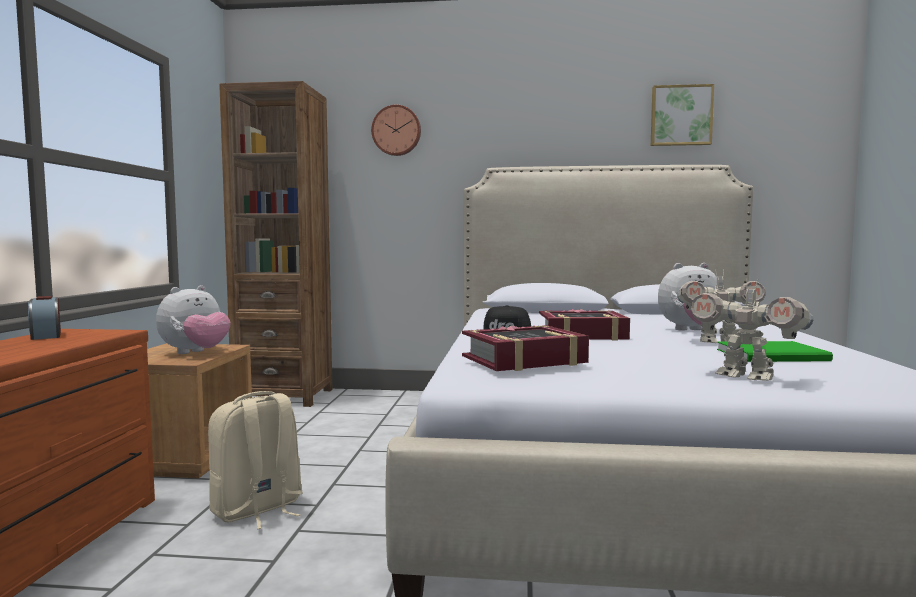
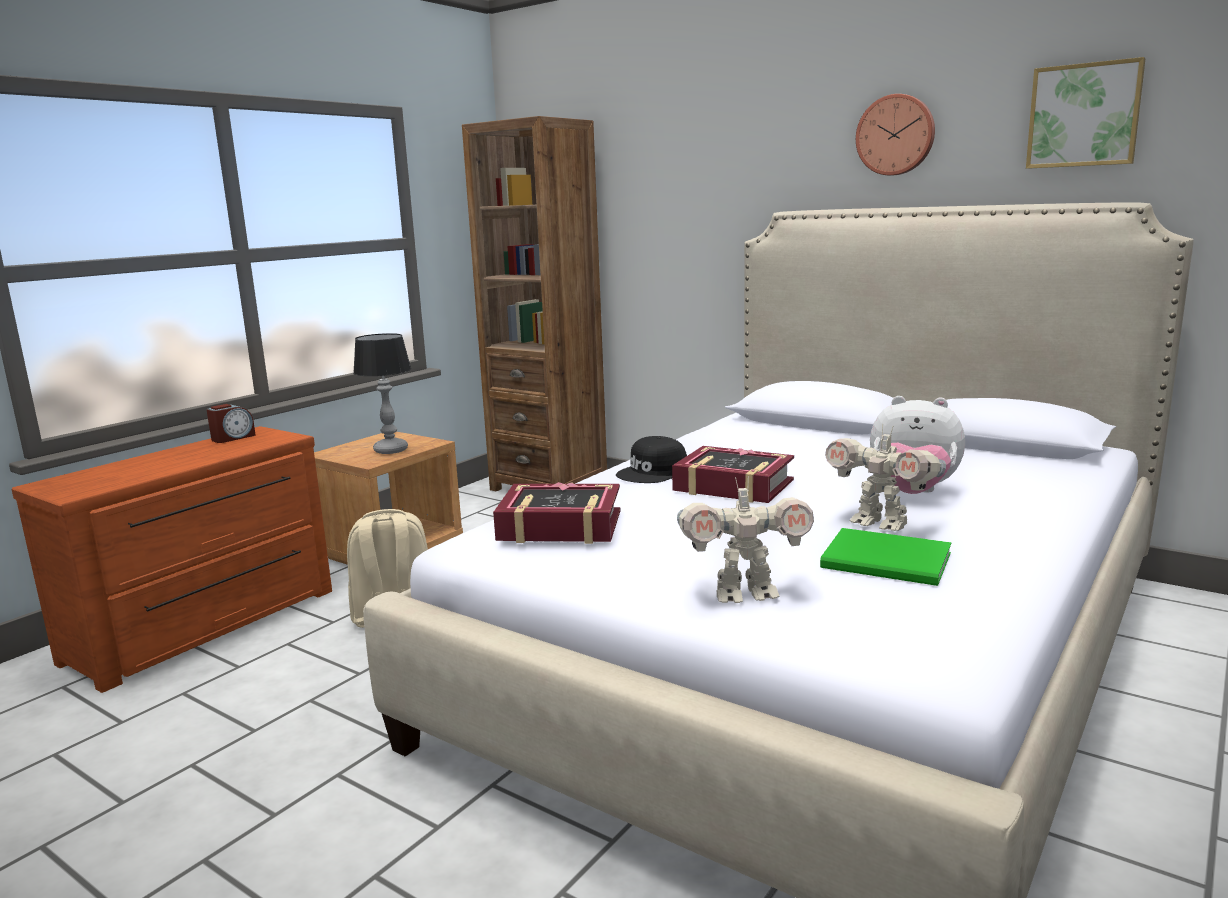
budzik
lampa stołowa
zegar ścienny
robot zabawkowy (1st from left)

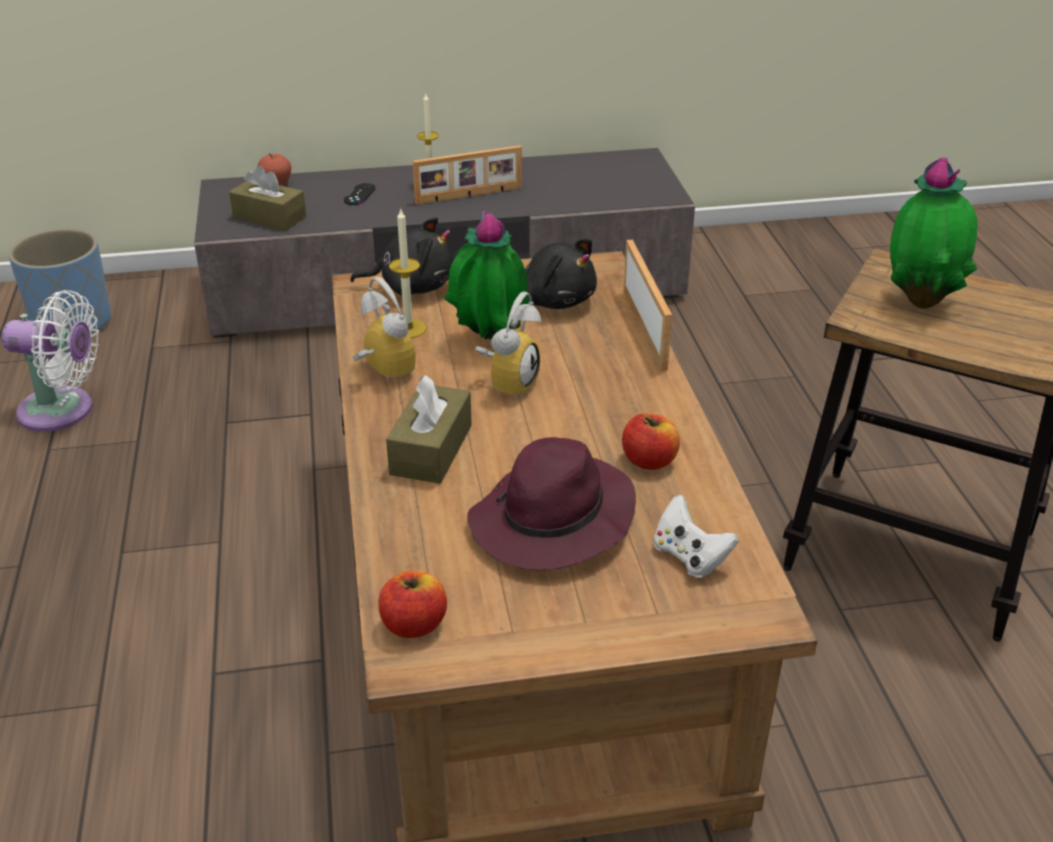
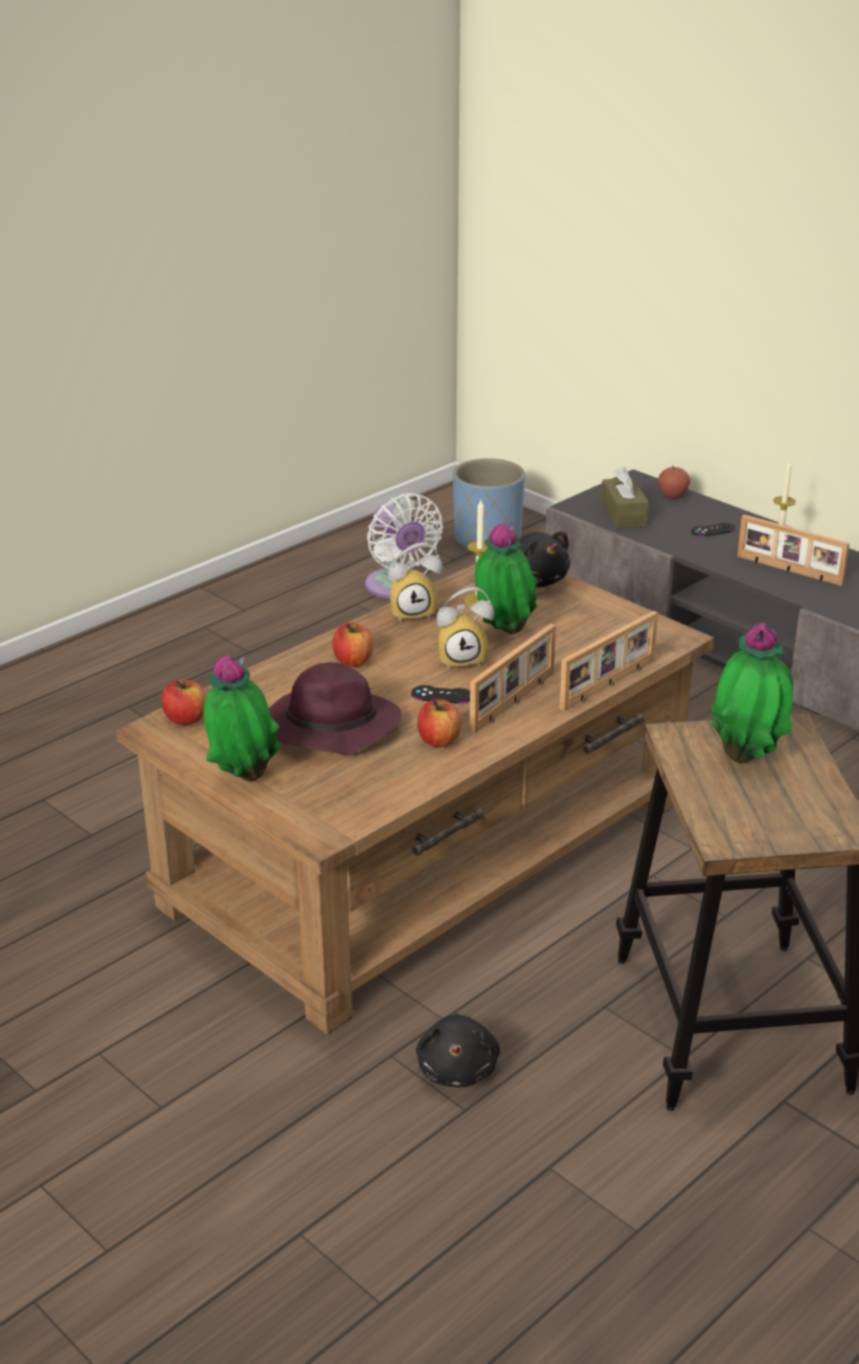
budzik (1st from left)
jabłko (2nd from left)
pluszak/czarny (1st from left)
pad do gier/biały
roślina doniczkowa (1st from left)
pad do gier/czarny (1st from left)
ramka na zdjęcie (1st from left)

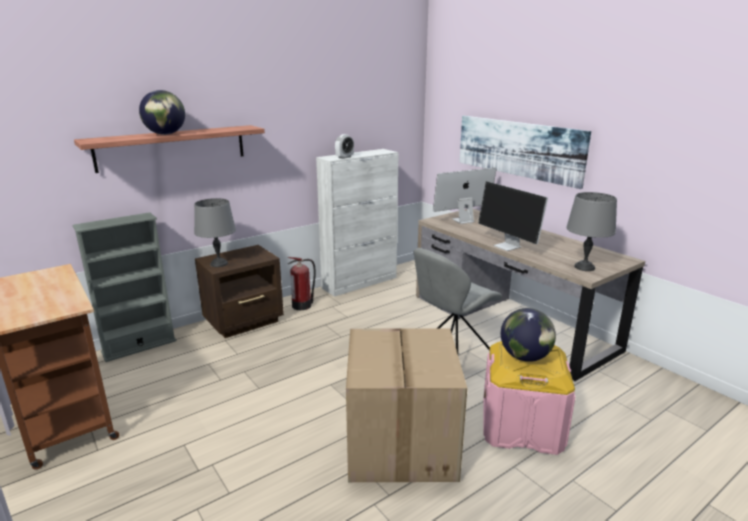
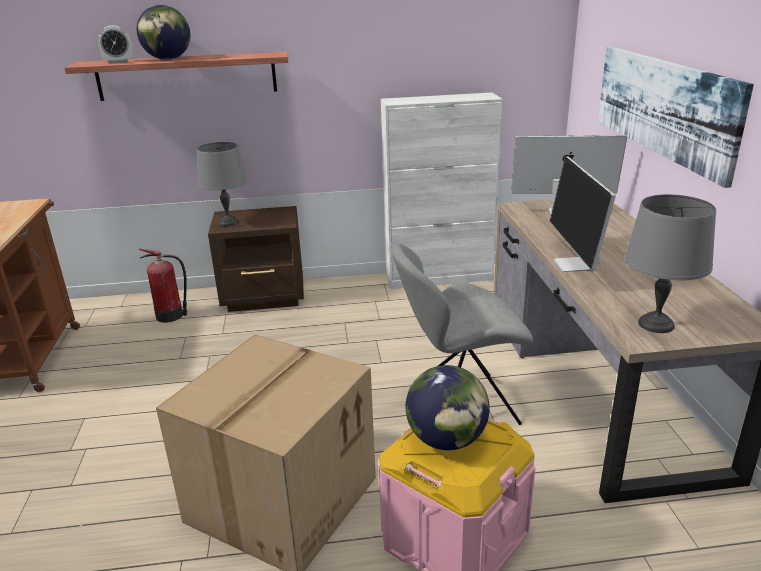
regał/szary
gaśnica
budzik

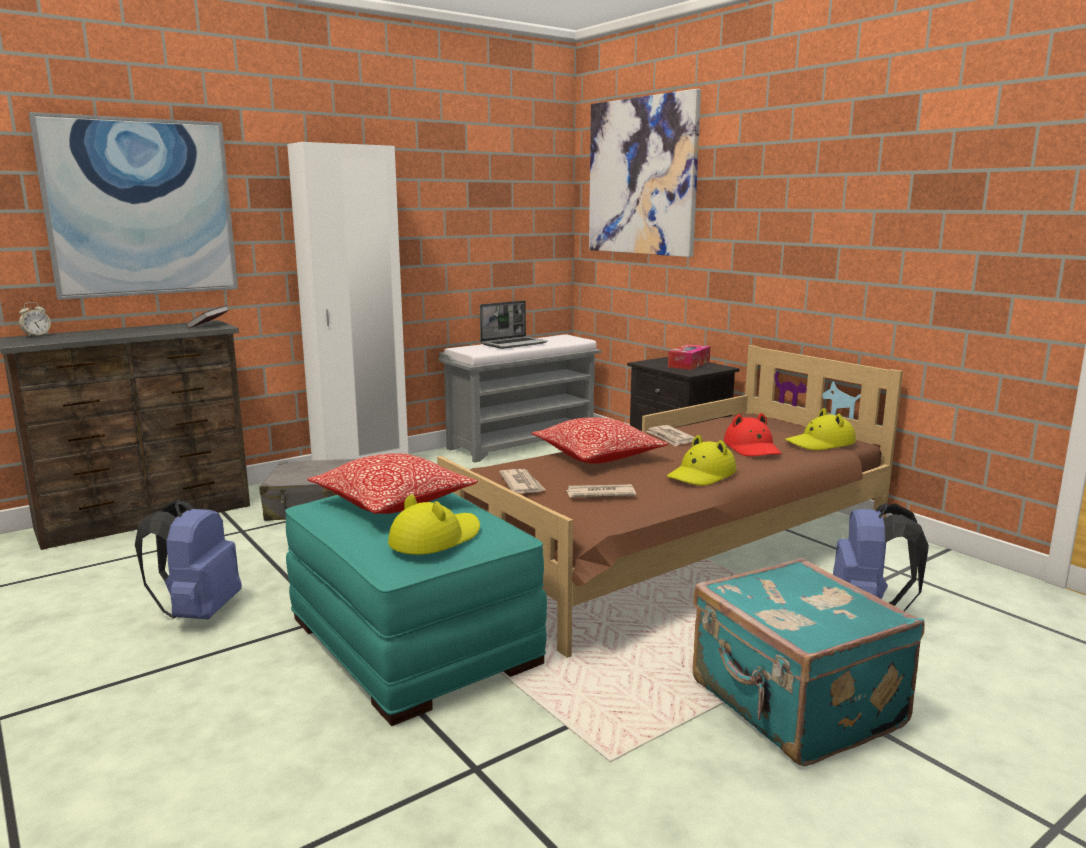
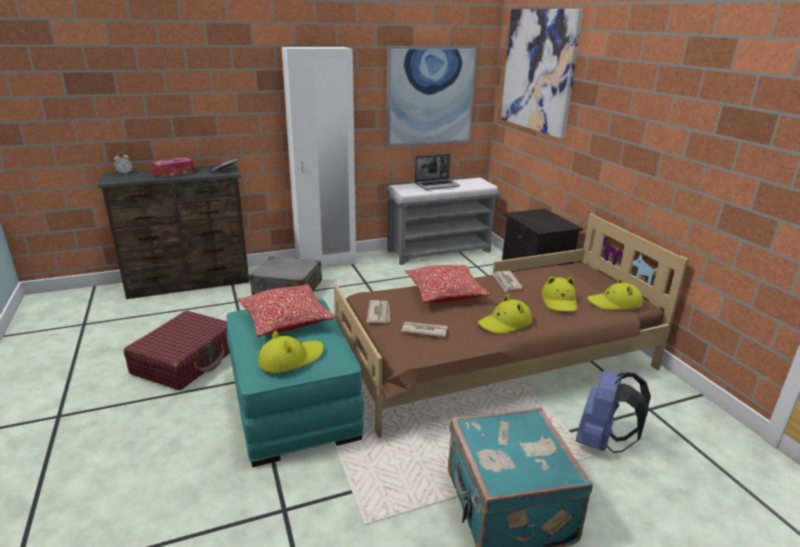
obraz (1st from left)
walizka/czerwony
pudełko chusteczek
kapelusz/żółty (3rd from left)

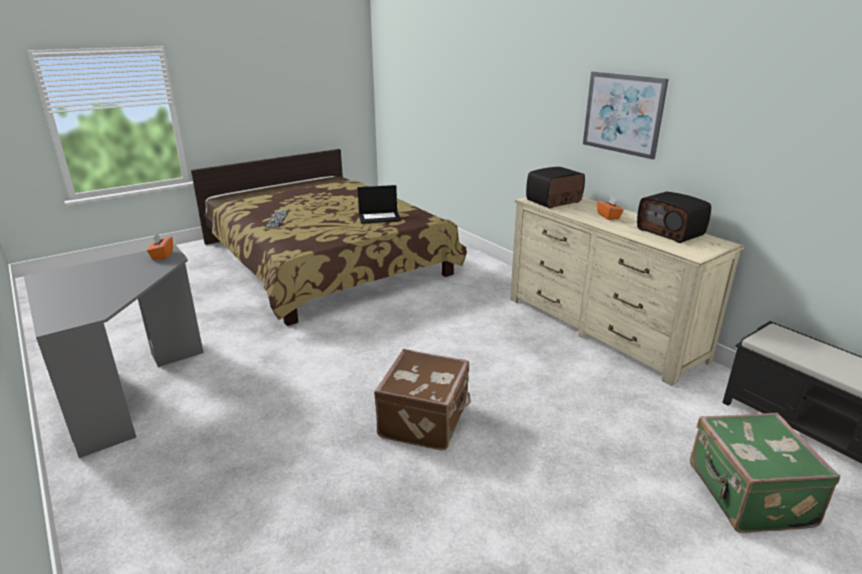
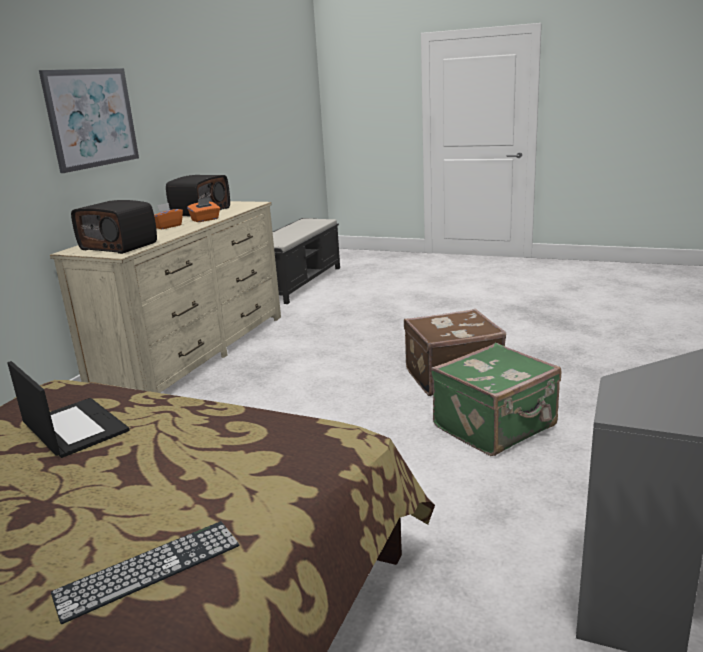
pudełko chusteczek/pomarańczowy (2nd from left)
walizka/zielony

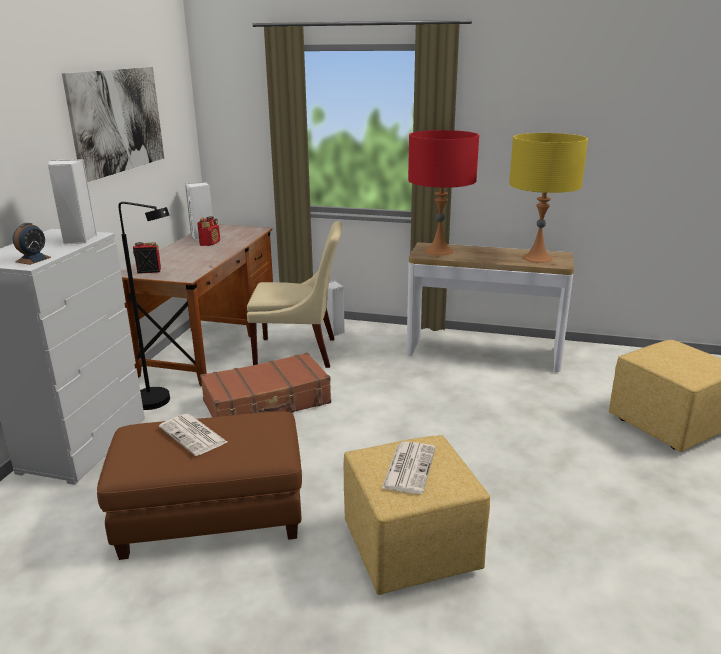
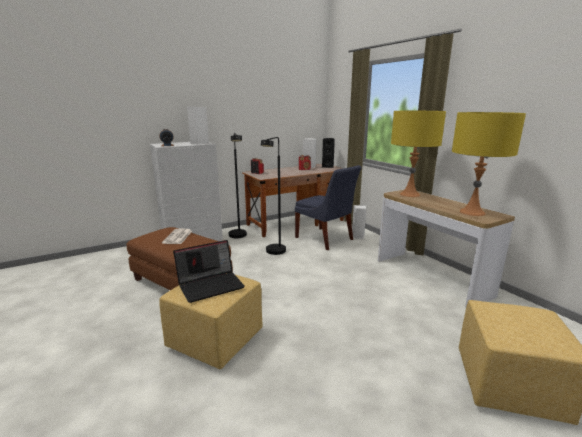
obraz
lampa stojąca/czarny (2nd from left)
krzesło/niebieski
laptop
lampa stołowa/żółty (1st from left)
głośnik/czarny

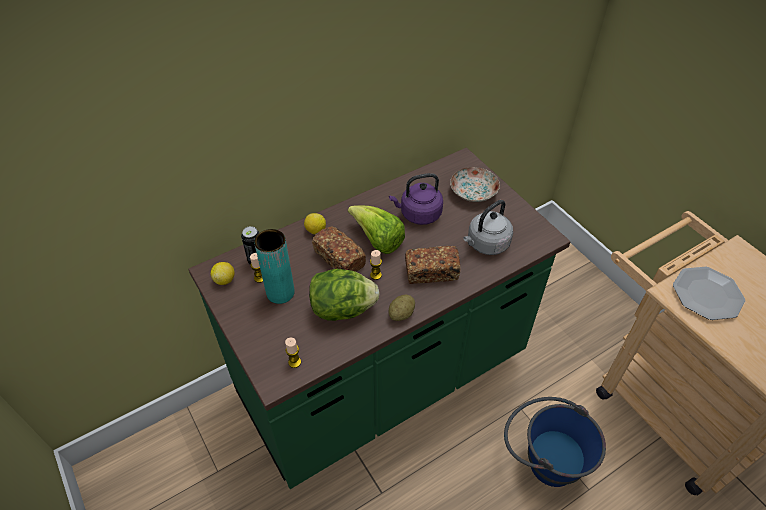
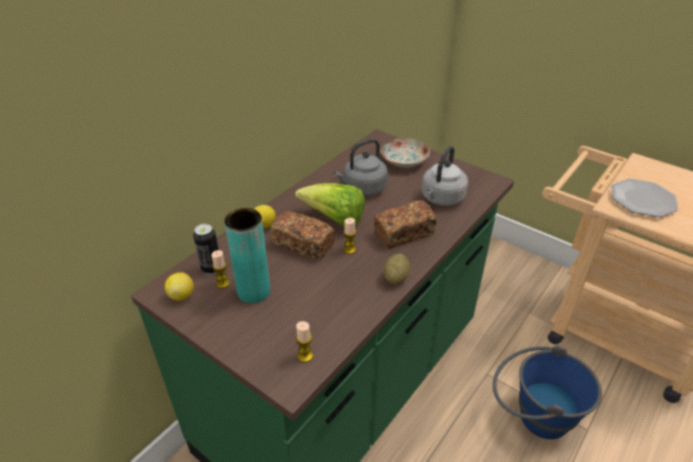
sałata (1st from left in the first image)
czajnik/szary (1st from left)

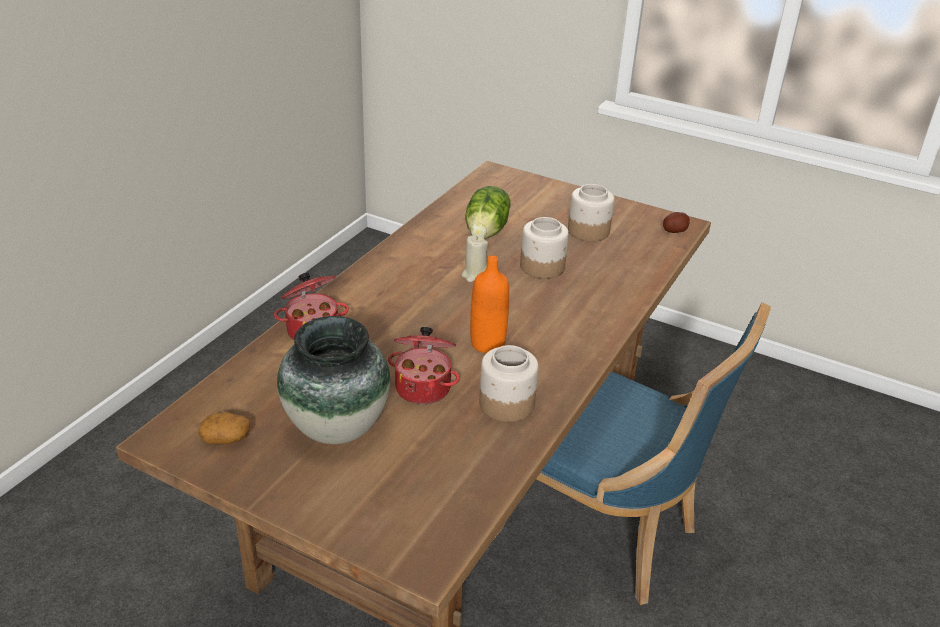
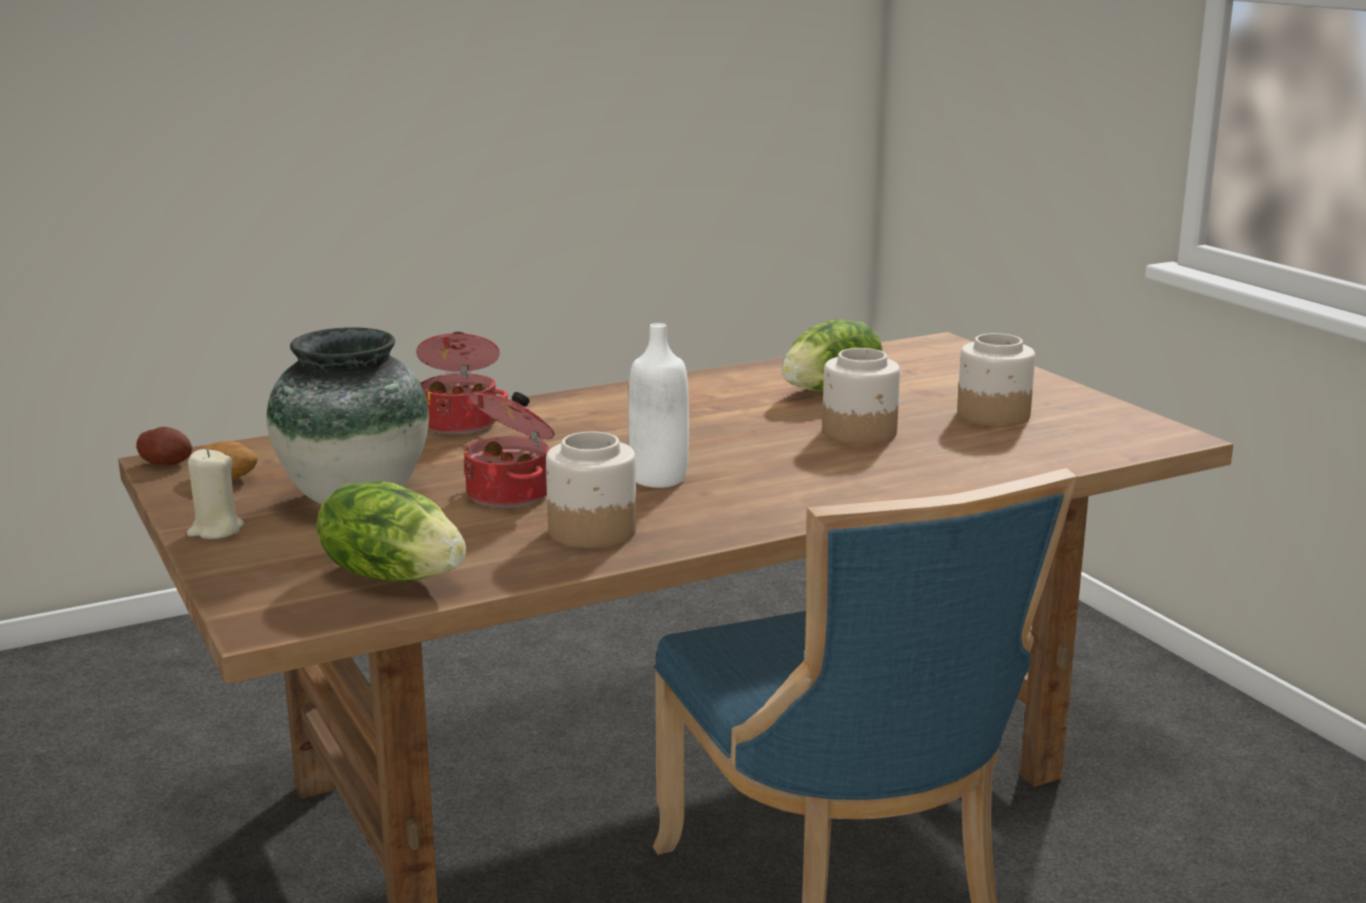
świeca/beżowy
butelka/biały
ziemniak (1st from left)
sałata (1st from left)

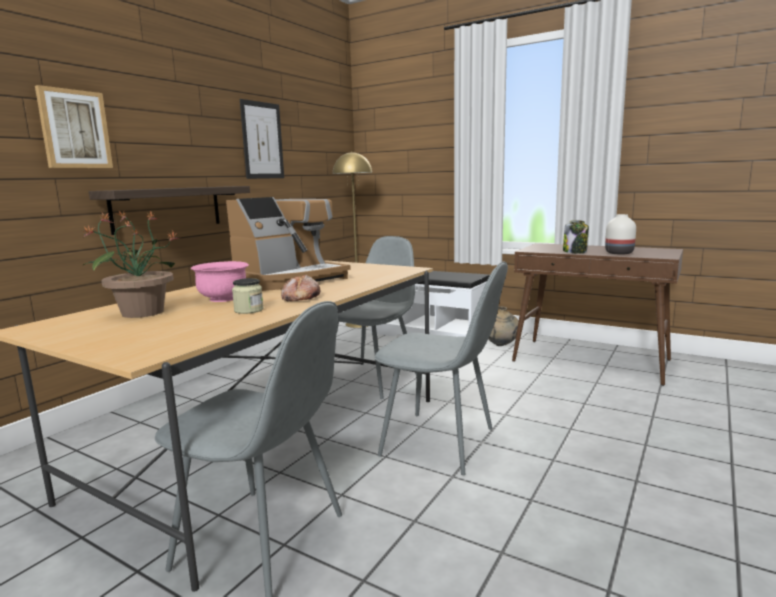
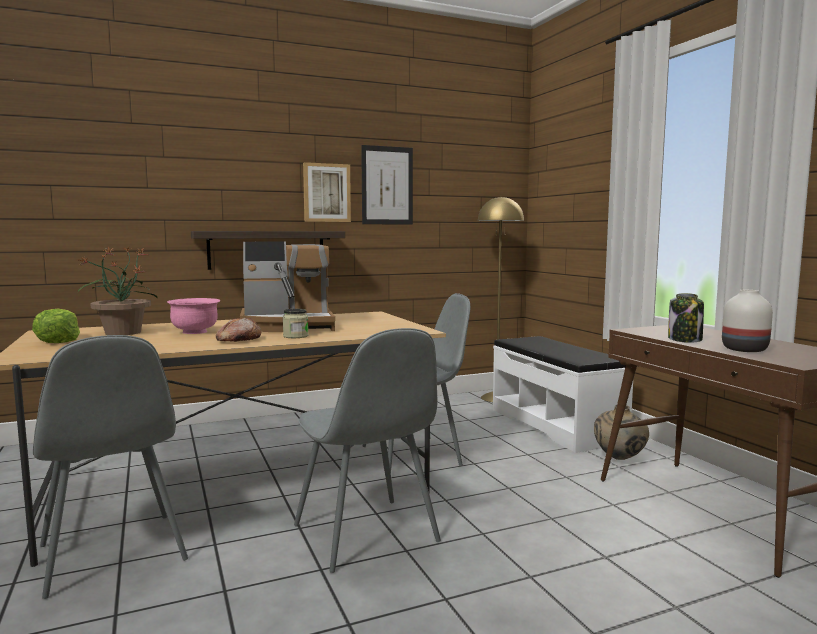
obraz (1st from left)
słoik (1st from left)
sałata

